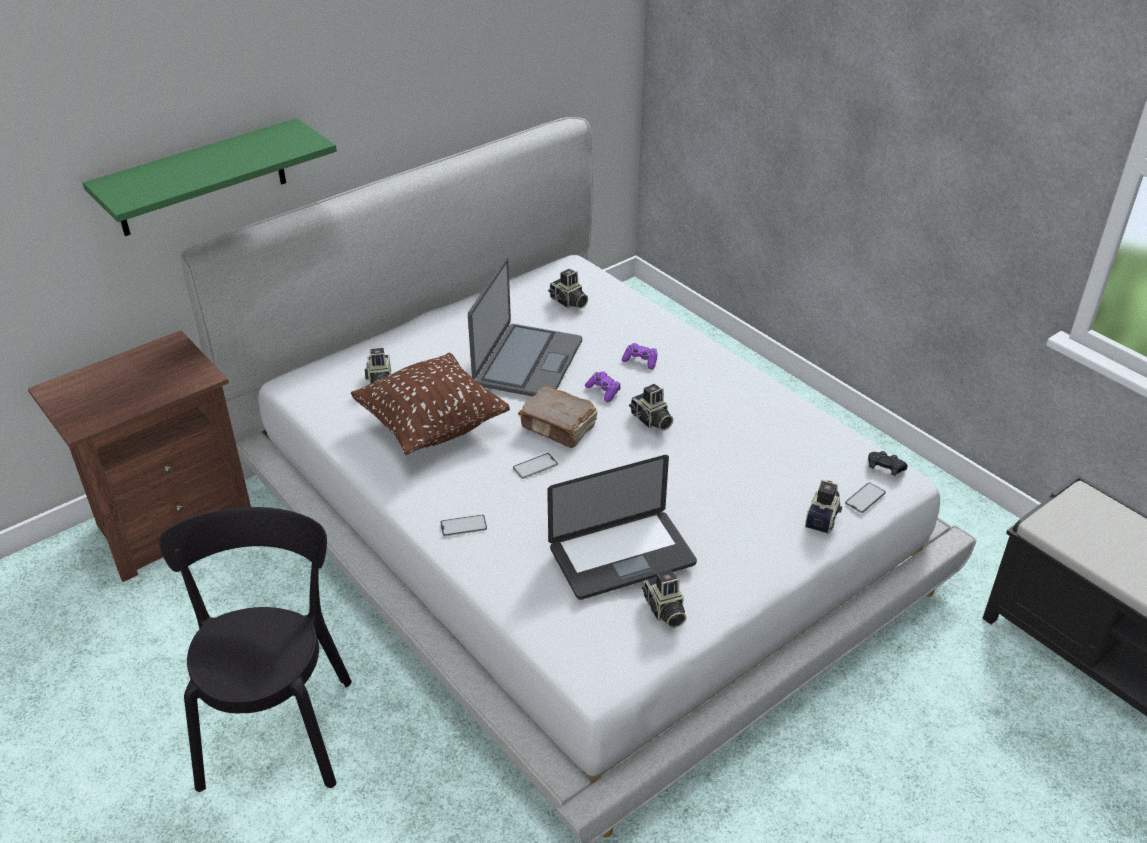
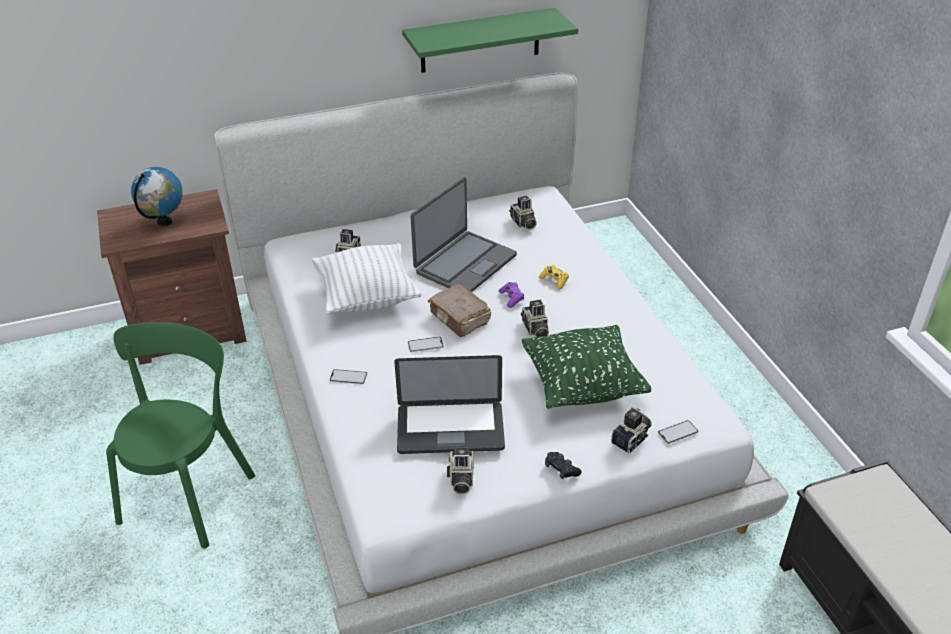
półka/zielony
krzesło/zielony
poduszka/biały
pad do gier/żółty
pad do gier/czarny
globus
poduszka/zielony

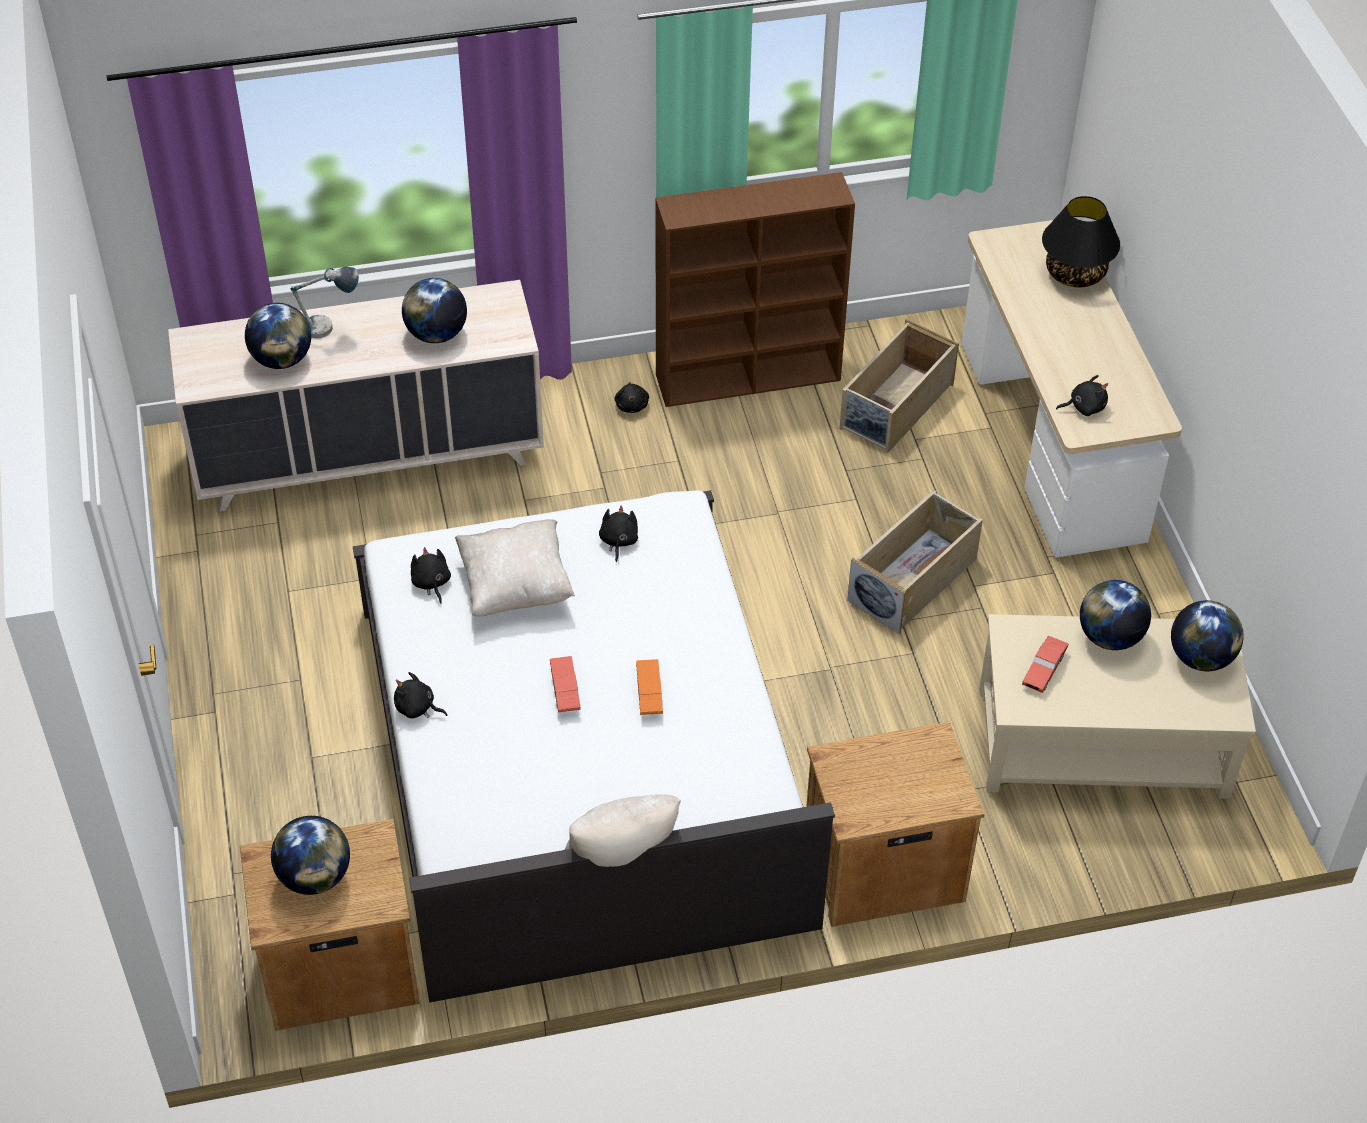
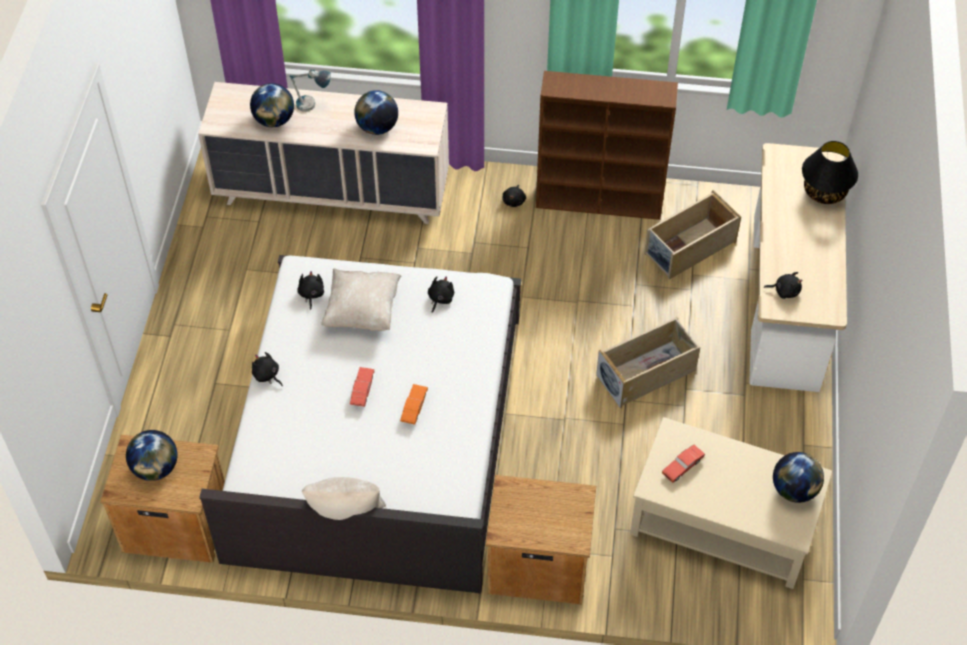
globus (4th from left in the first image)

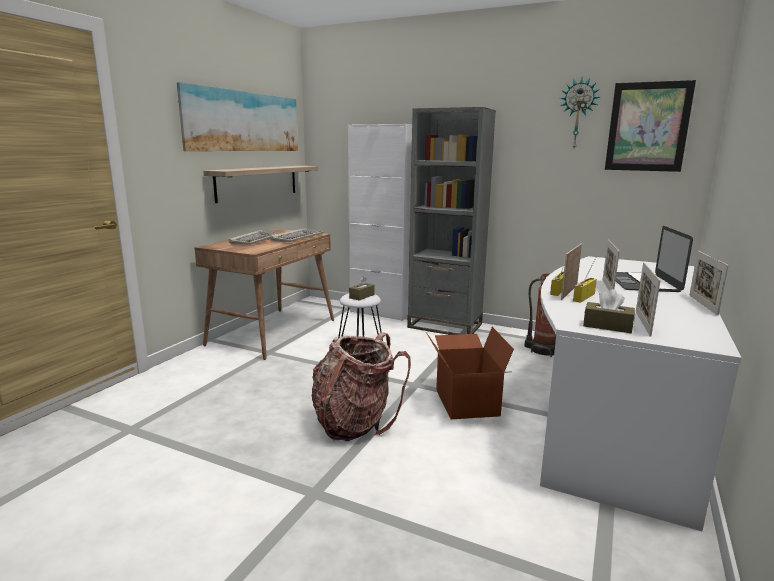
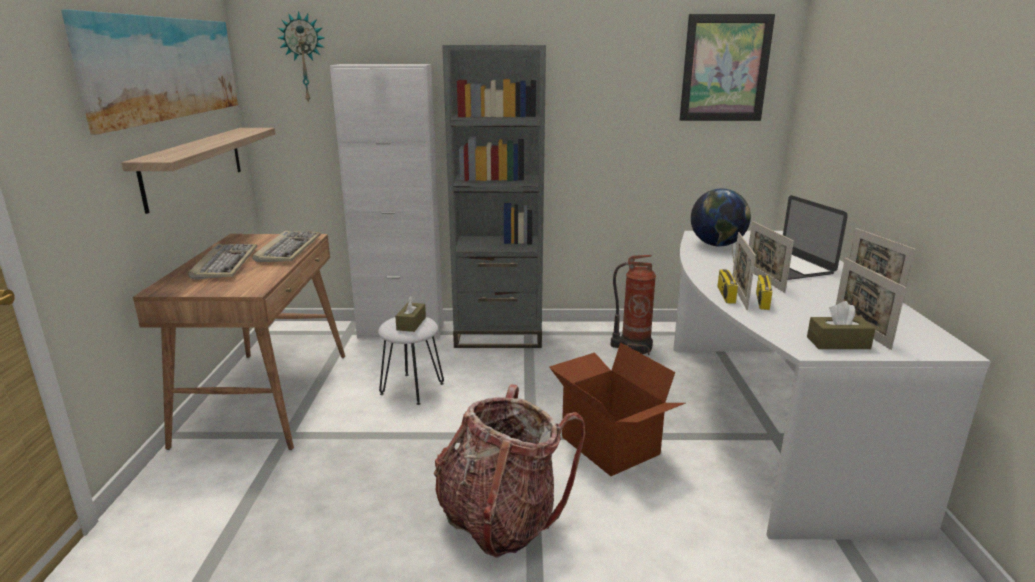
zegar ścienny
globus

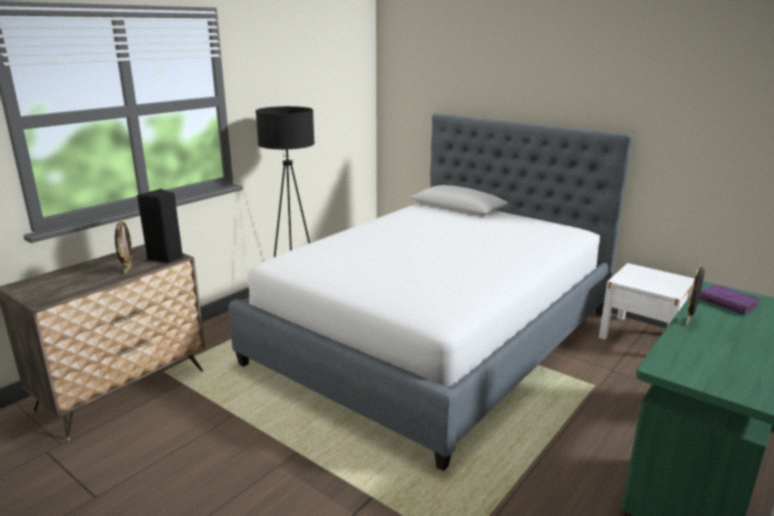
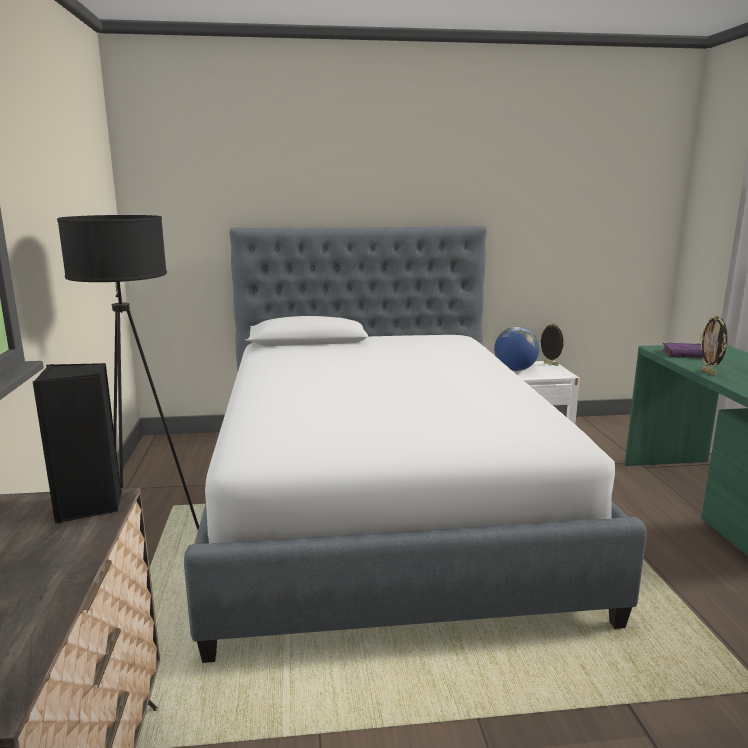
ramka na zdjęcie (1st from left)
globus

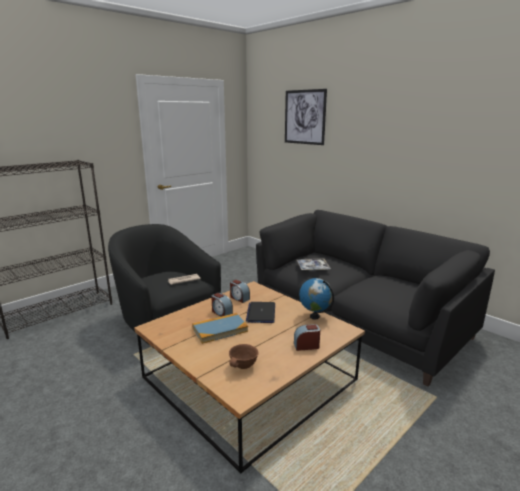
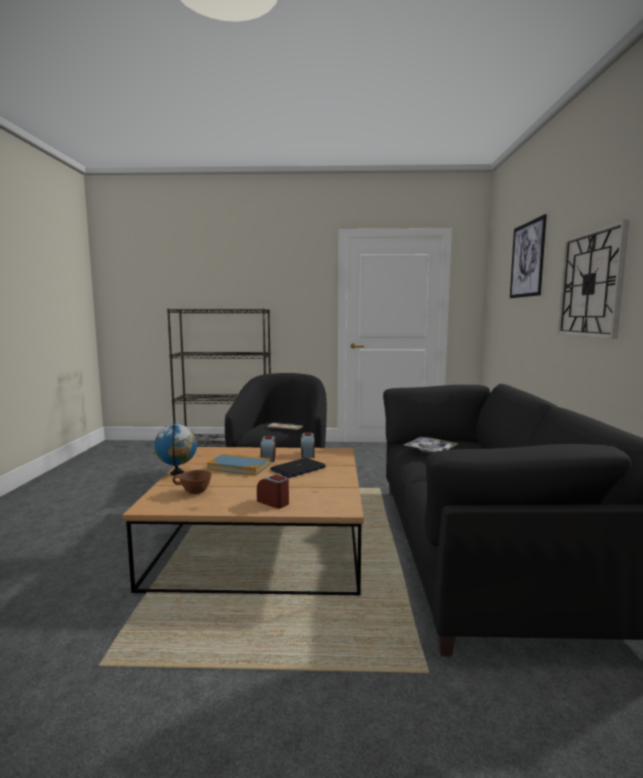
globus
zegar ścienny

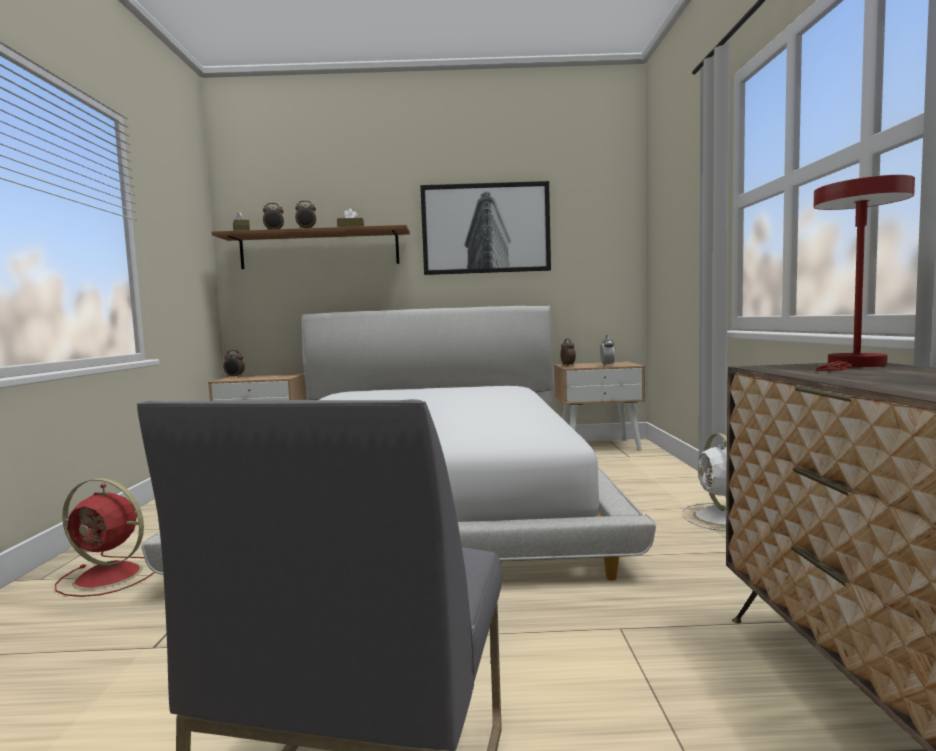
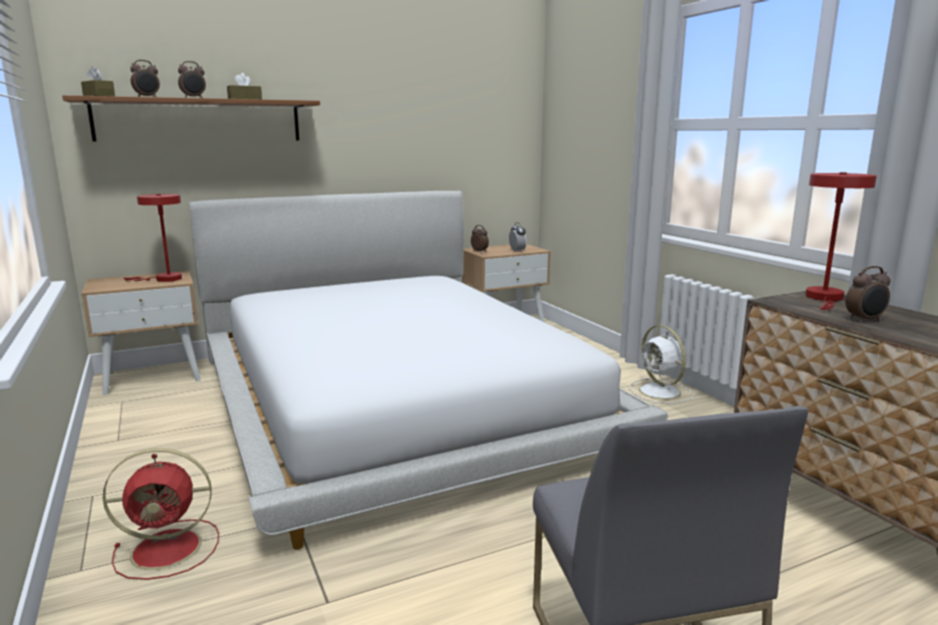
budzik (5th from left)
obraz
lampa stołowa/czerwony (1st from left)

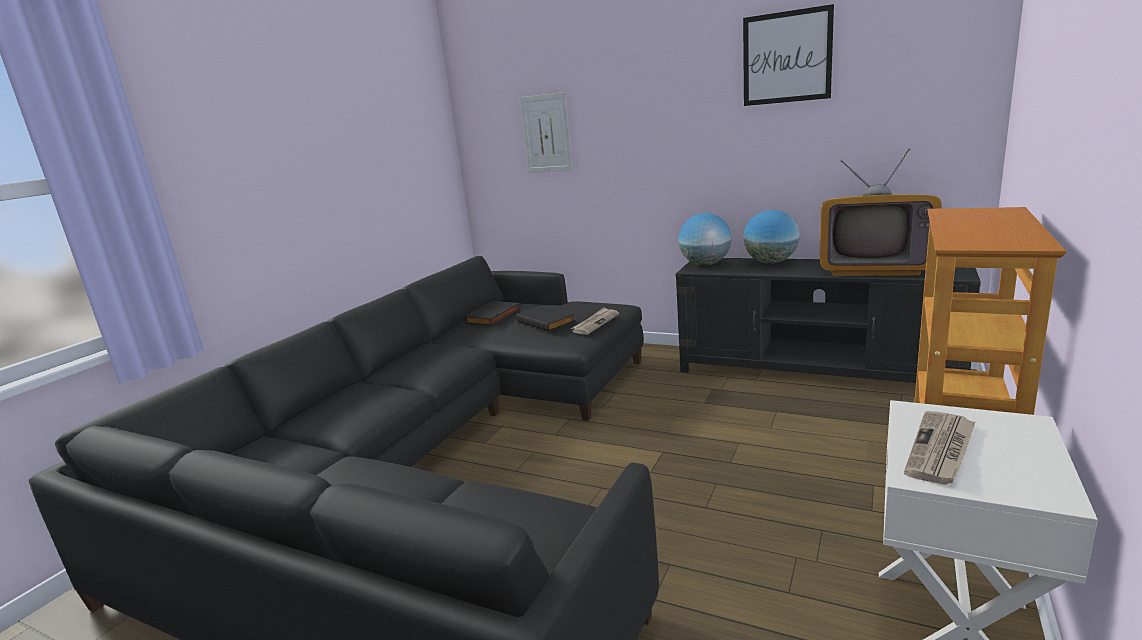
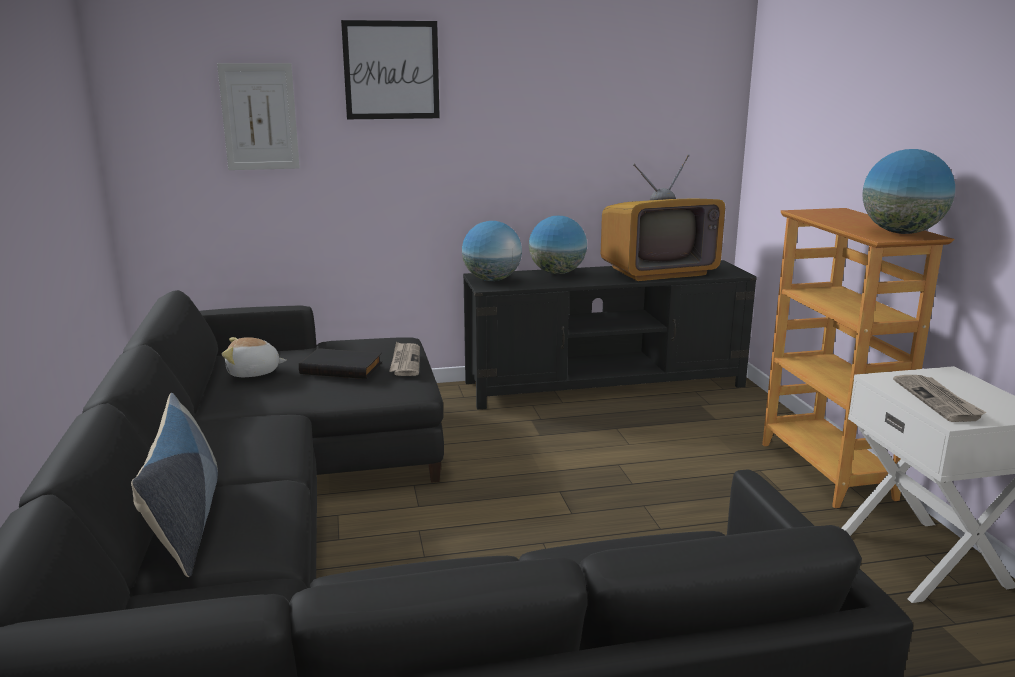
pluszak
obraz (2nd from left)
poduszka
globus (3rd from left)

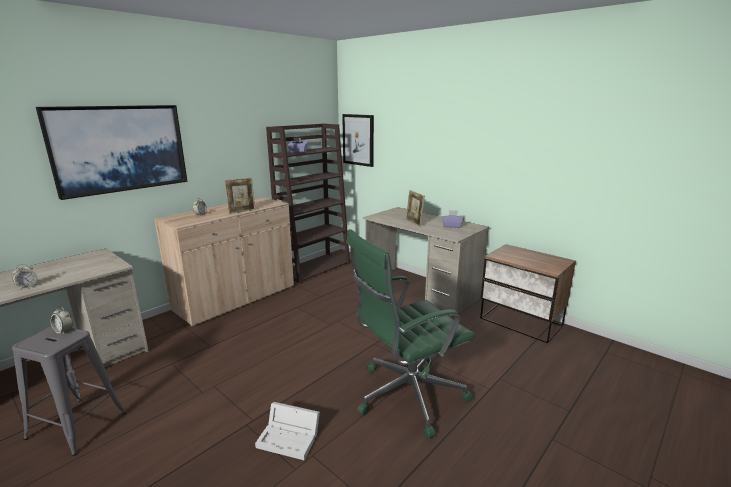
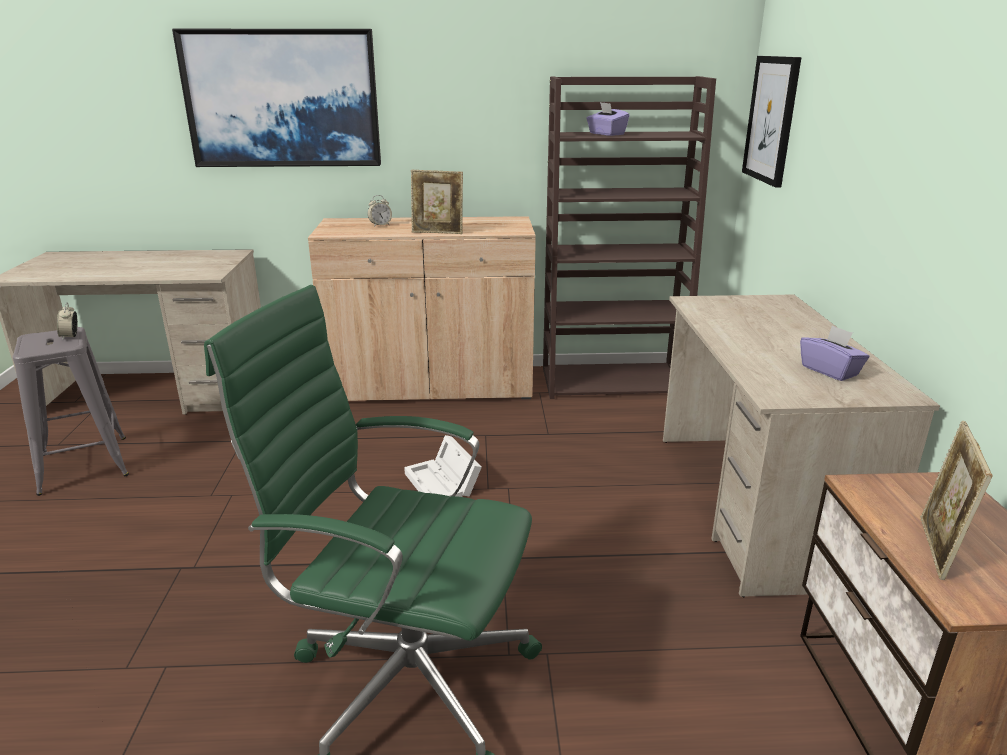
budzik (1st from left in the first image)
pojemnik do przechowywania/biały
ramka na zdjęcie (2nd from left)

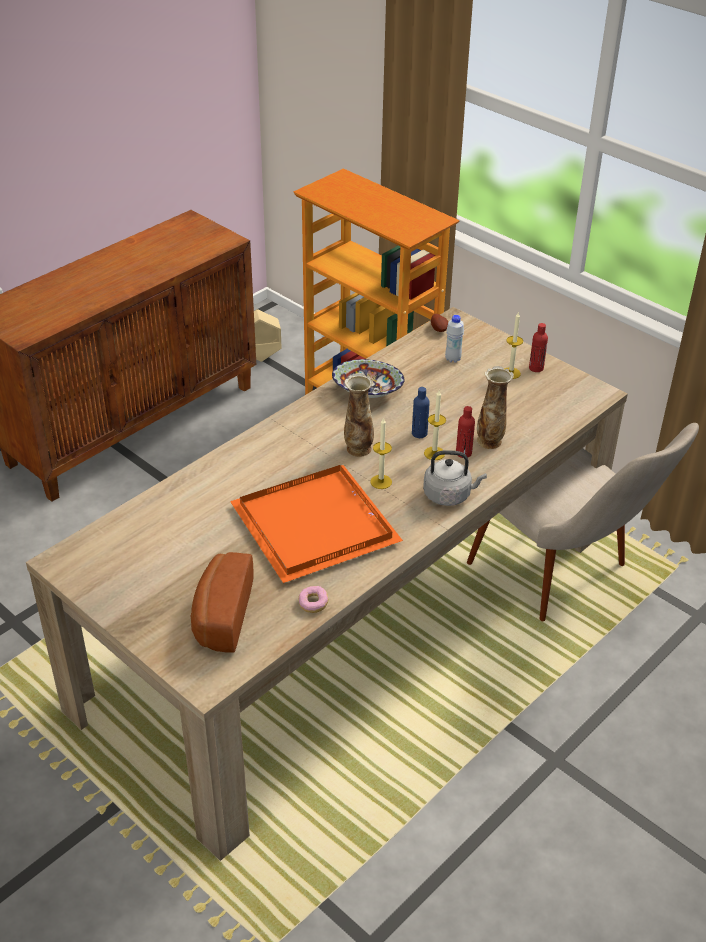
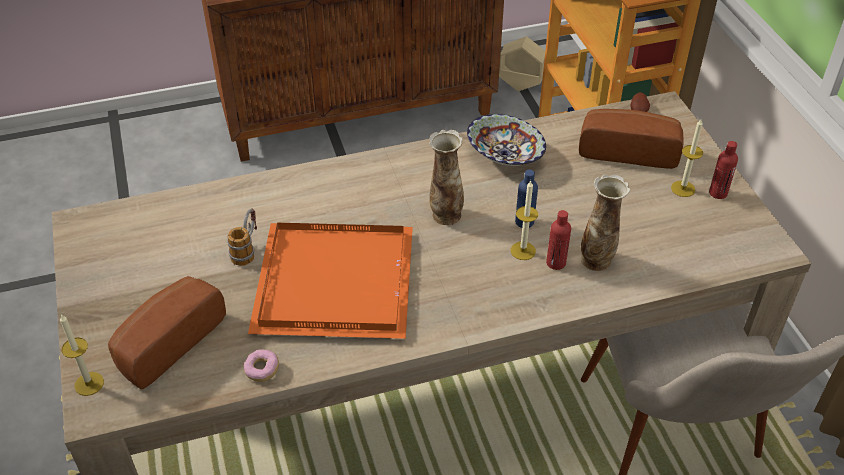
świeca (1st from left)
czajnik/szary
chleb (2nd from left)
kubek

